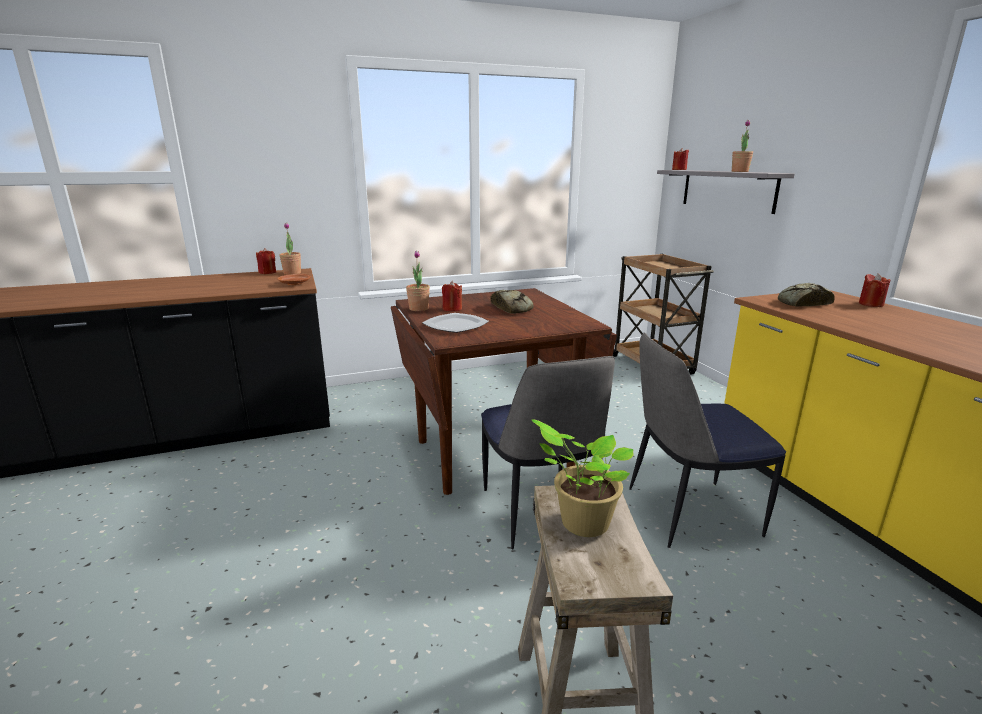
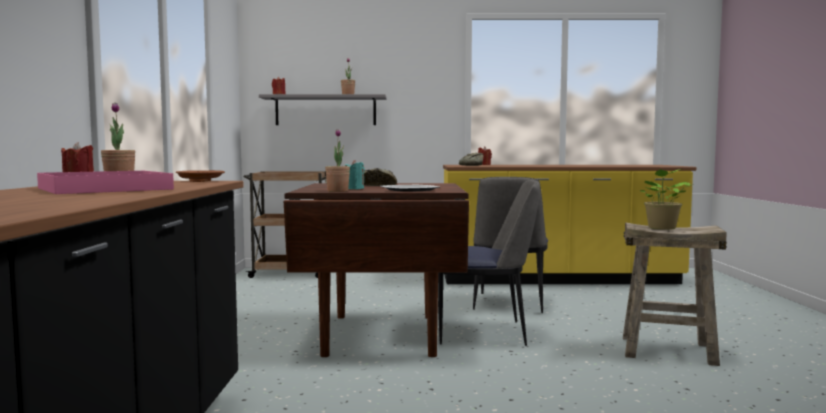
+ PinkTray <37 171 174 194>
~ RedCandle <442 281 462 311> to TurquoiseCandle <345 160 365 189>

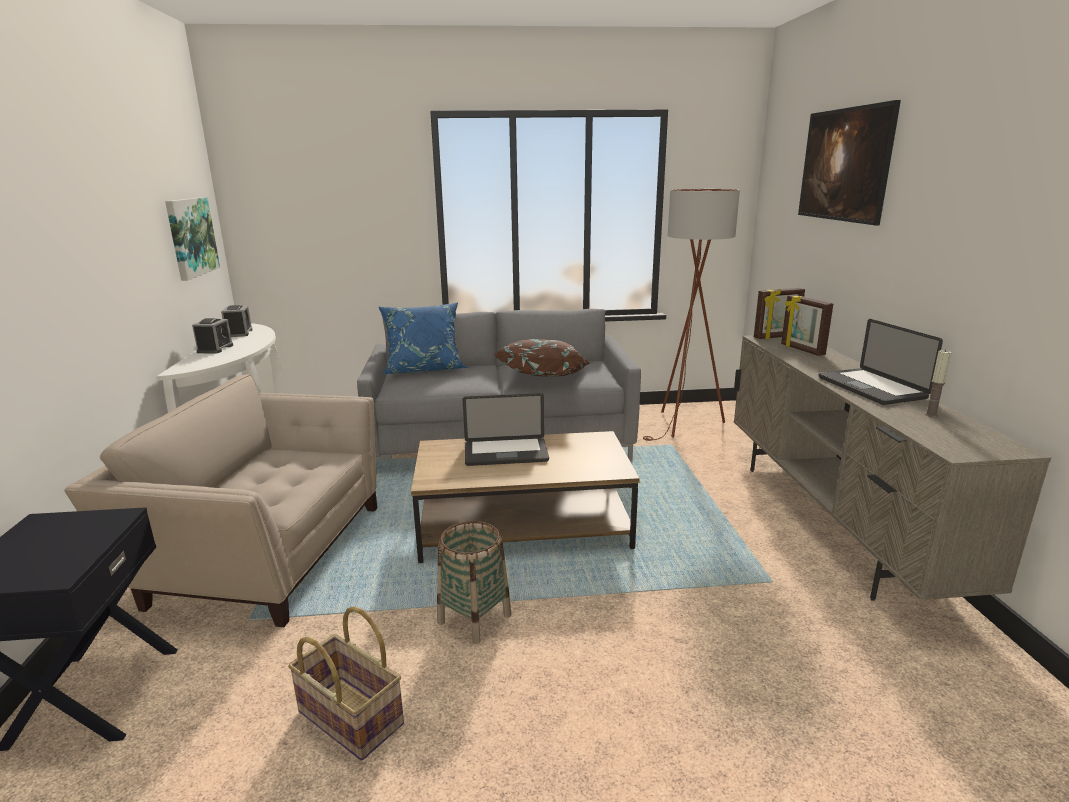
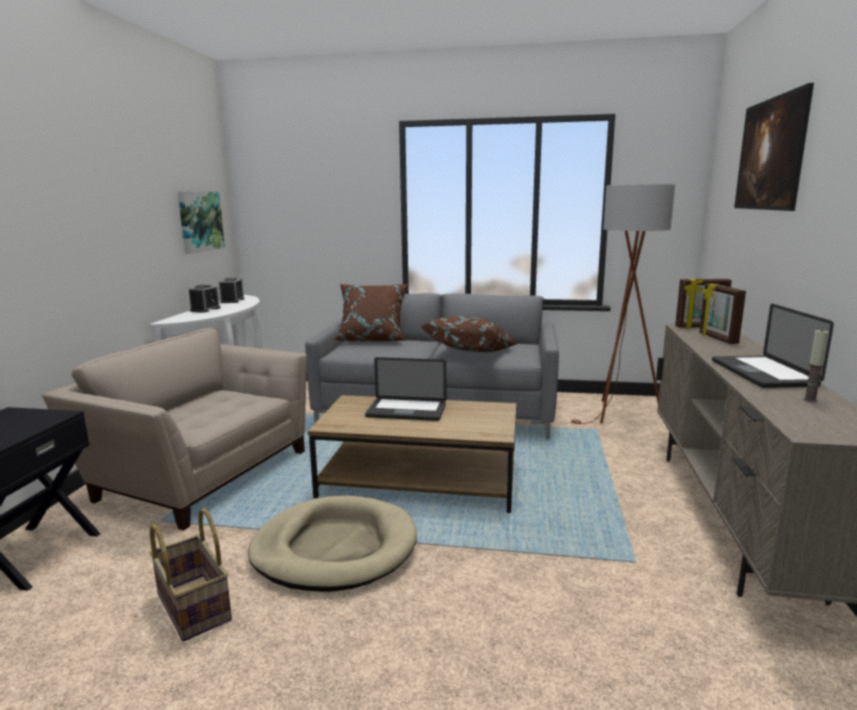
~ Basket <437 521 511 644> to BeigeDogBed <248 495 417 592>
~ BluePillow <378 303 468 374> to BrownPillow <334 284 408 341>

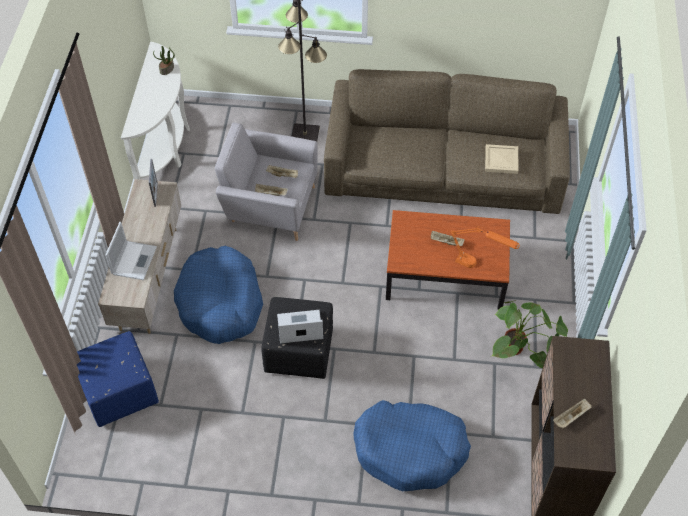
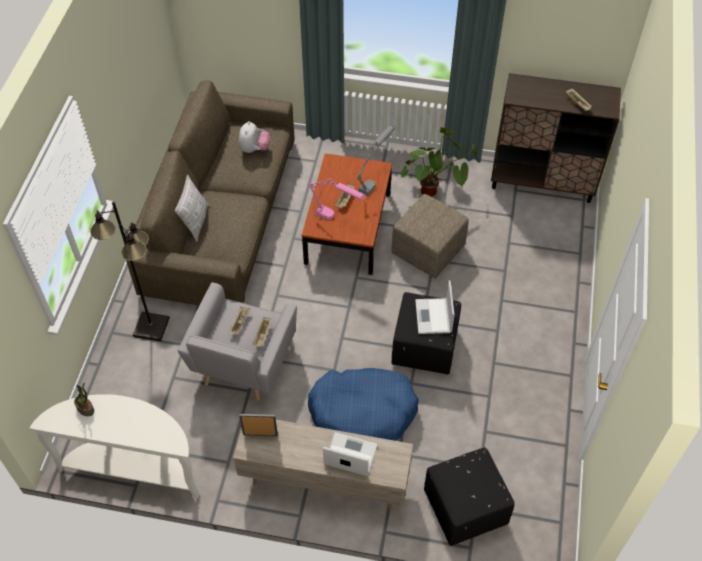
- BlueDogBed <353 400 471 491>
+ Pillow <175 175 209 242>
+ PinkTableLamp <308 179 365 220>
+ BeigeOttoman <391 194 469 279>
~ BeigeTray <485 144 519 174> to PlushToy <238 121 270 153>
~ BlueOttoman <77 331 159 427> to BlackOttoman <424 447 515 546>
~ OrangeTableLamp <451 227 520 268> to GreyTableLamp <357 125 395 196>

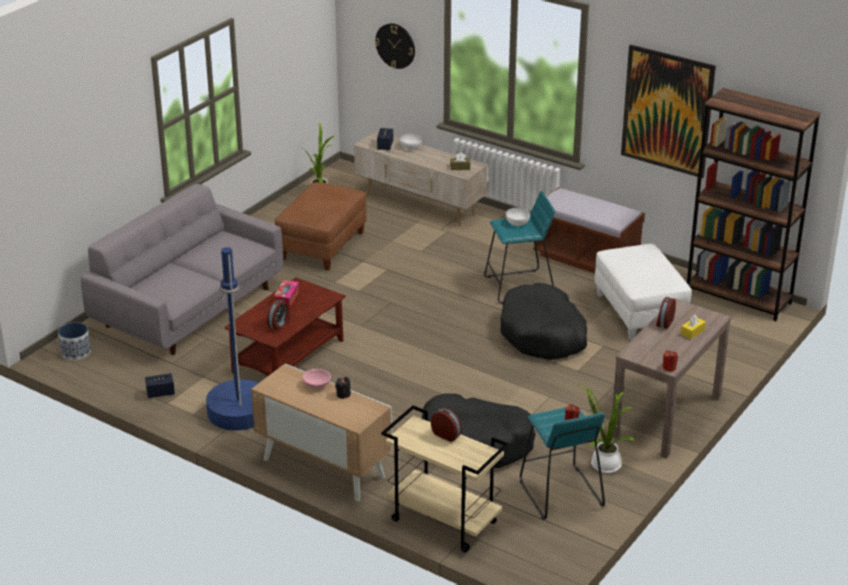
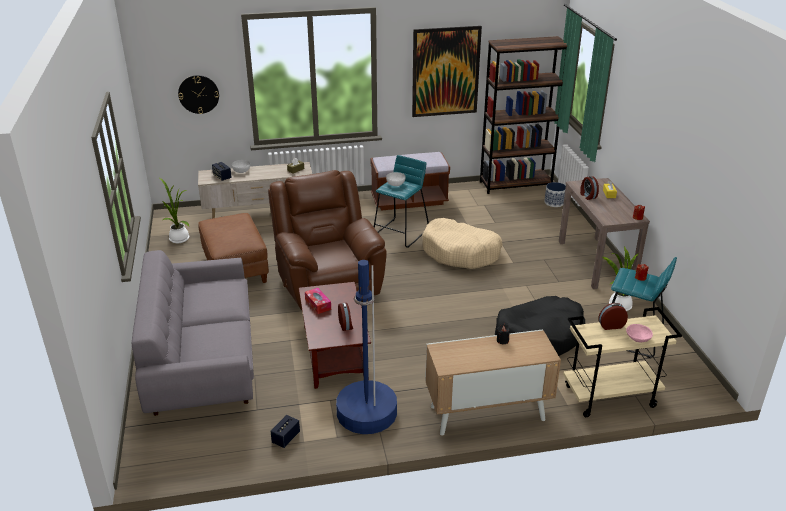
- WhiteOttoman <595 244 691 340>
+ BrownArmchair <268 170 387 310>
~ Planter <58 322 91 360> to <544 182 566 207>
~ PinkBowl <303 369 331 388> to <626 324 653 342>
~ BlackDogBed <501 283 587 360> to BeigeDogBed <422 218 503 269>

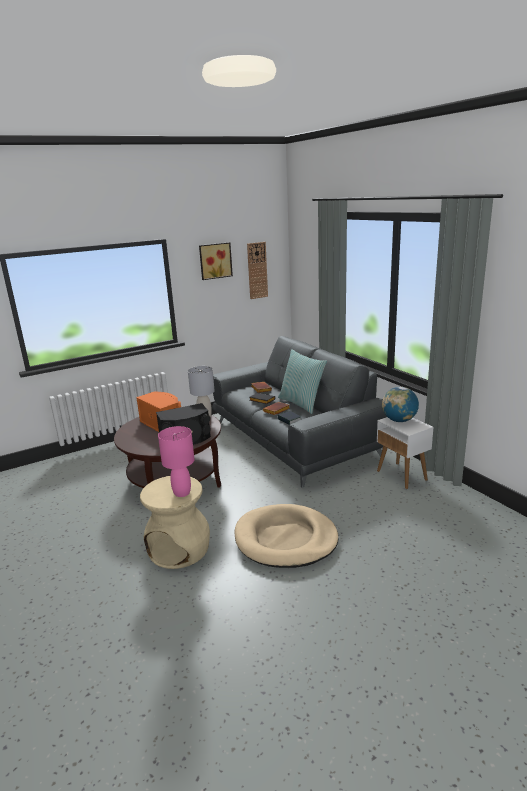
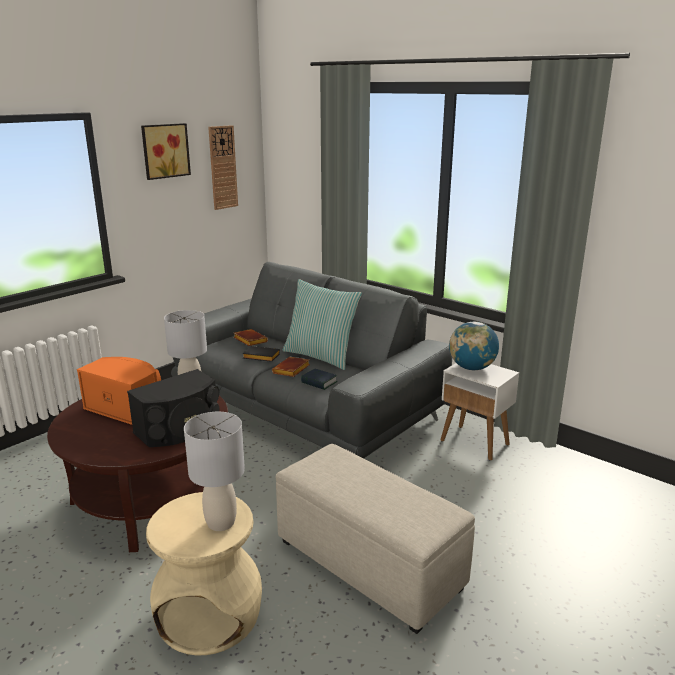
~ BeigeDogBed <234 504 339 568> to BeigeOttoman <276 444 475 634>
~ PinkTableLamp <158 426 195 497> to GreyTableLamp <184 412 245 531>

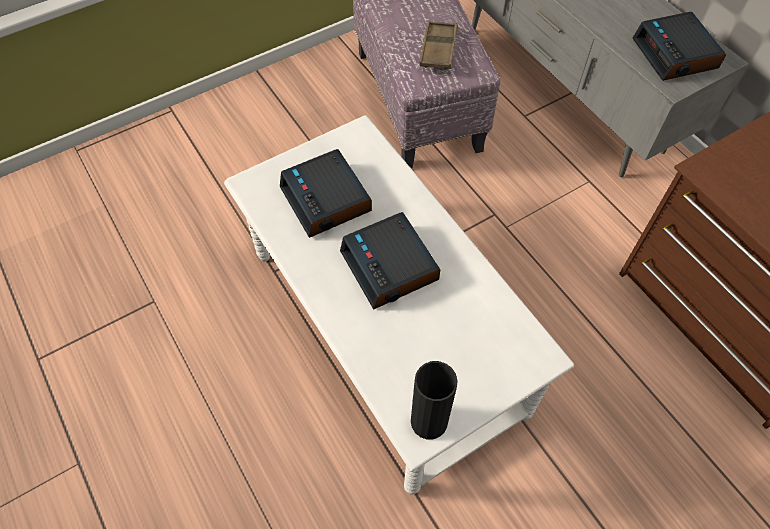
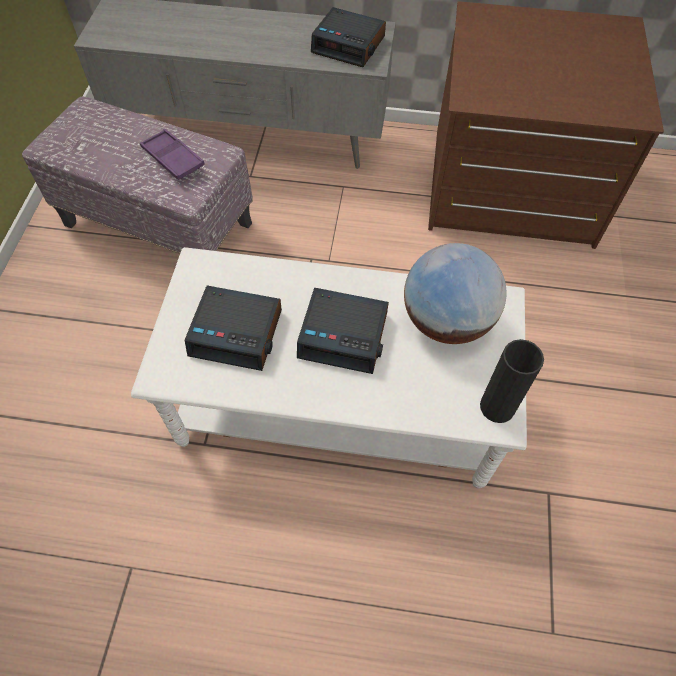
+ Globe <404 243 506 344>
~ BrownTray <419 21 457 70> to PurpleTray <140 129 205 180>

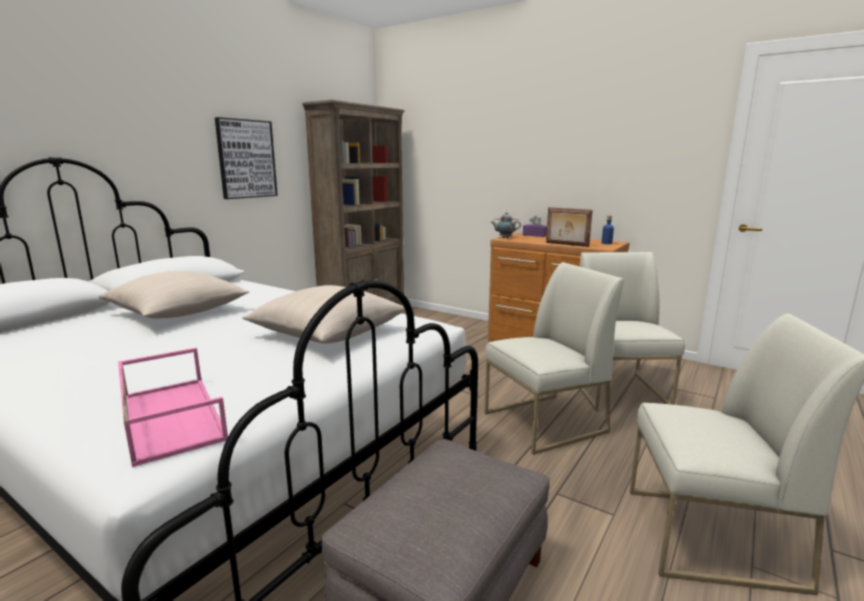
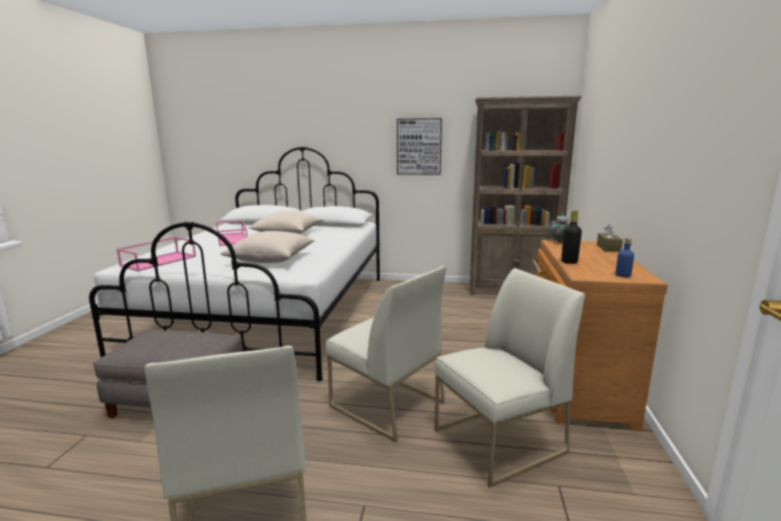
+ PinkTray <216 220 248 246>
~ PictureFrame <546 207 593 247> to BlackBottle <561 210 582 264>
~ PurpleTissueBox <523 216 547 237> to BrownTissueBox <597 224 623 252>

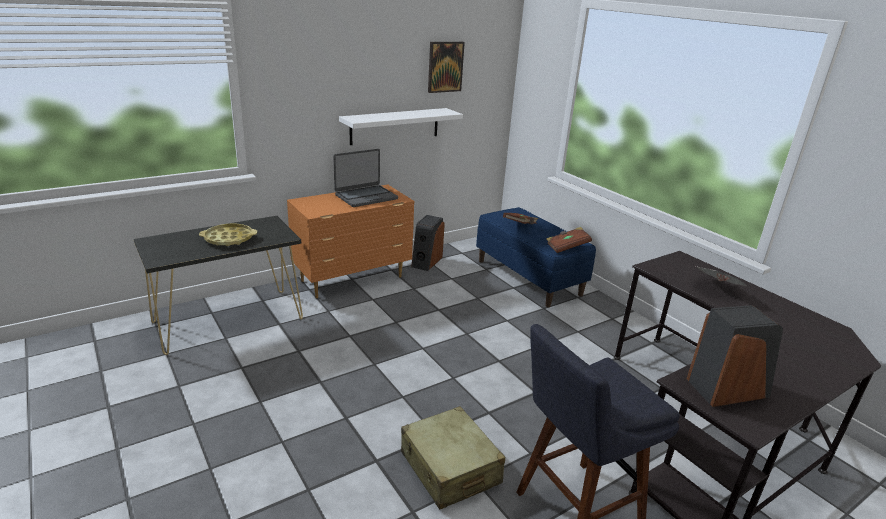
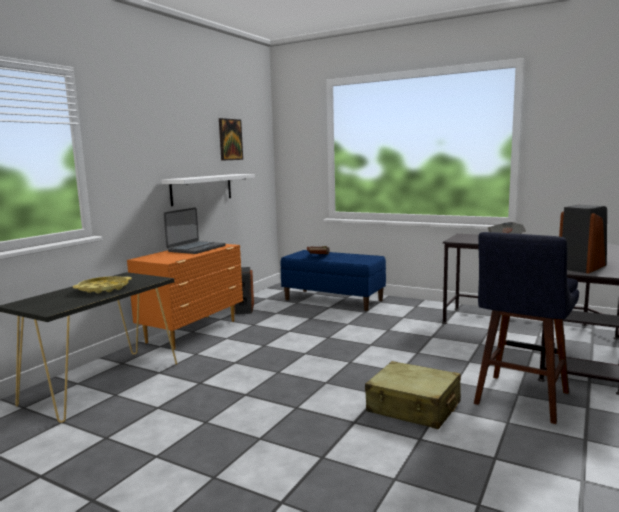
- BrownBook <546 227 592 253>

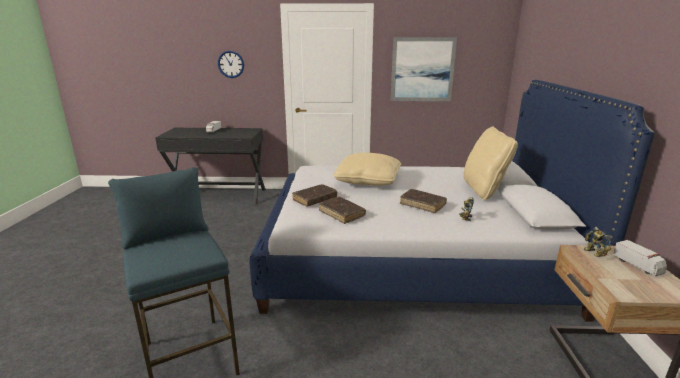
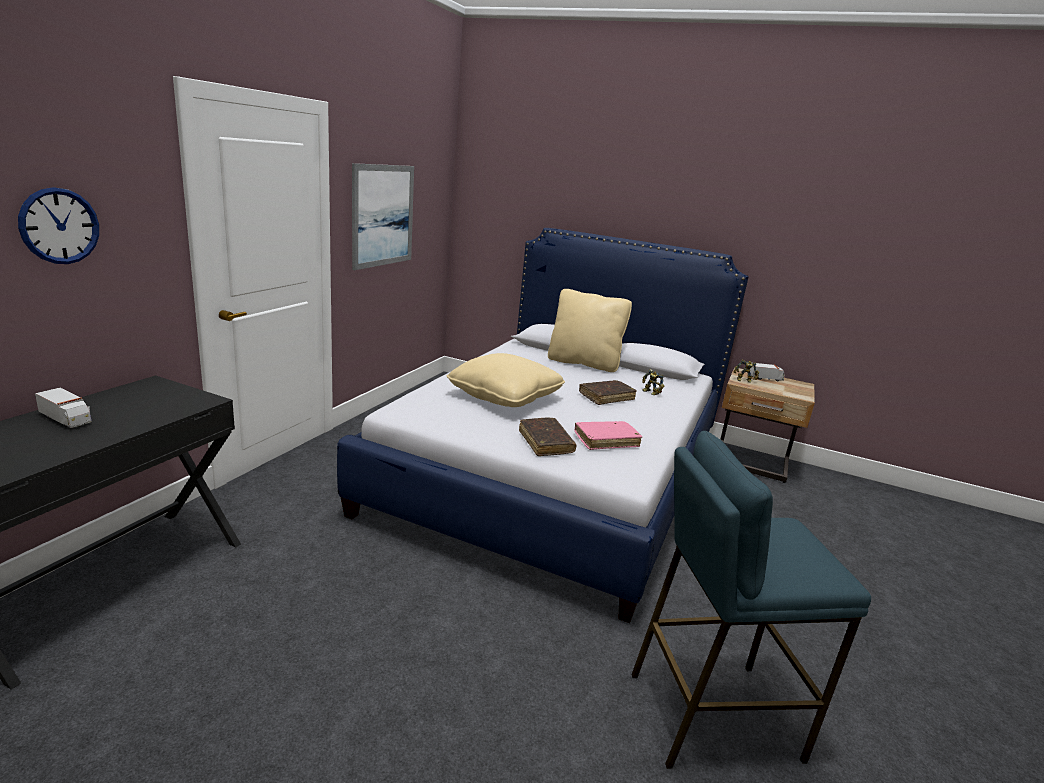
~ BrownBook <319 196 366 224> to PinkBook <574 421 642 450>

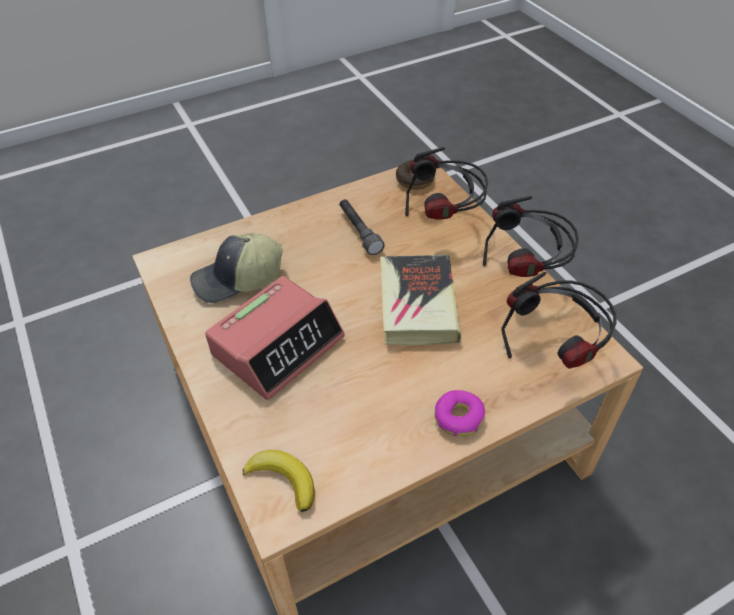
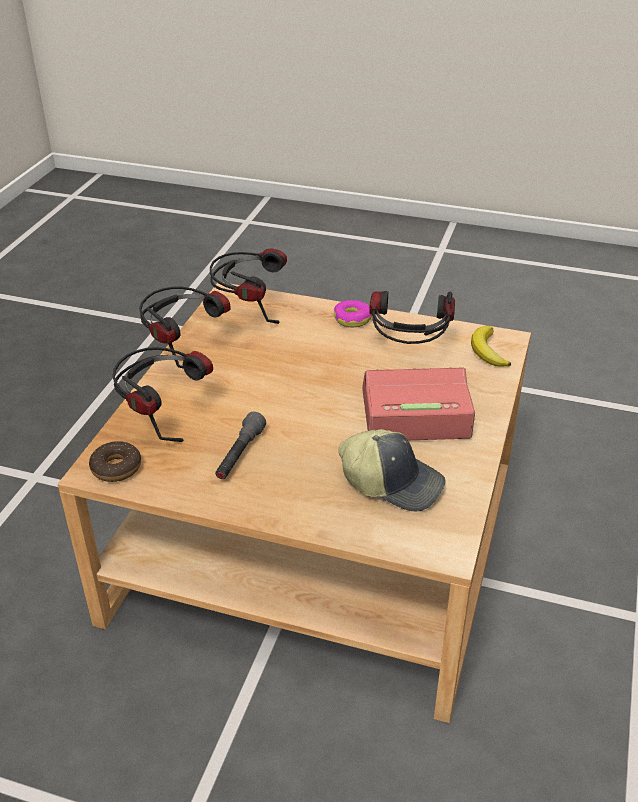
- Book <381 255 461 345>
+ Headphones <369 291 455 344>

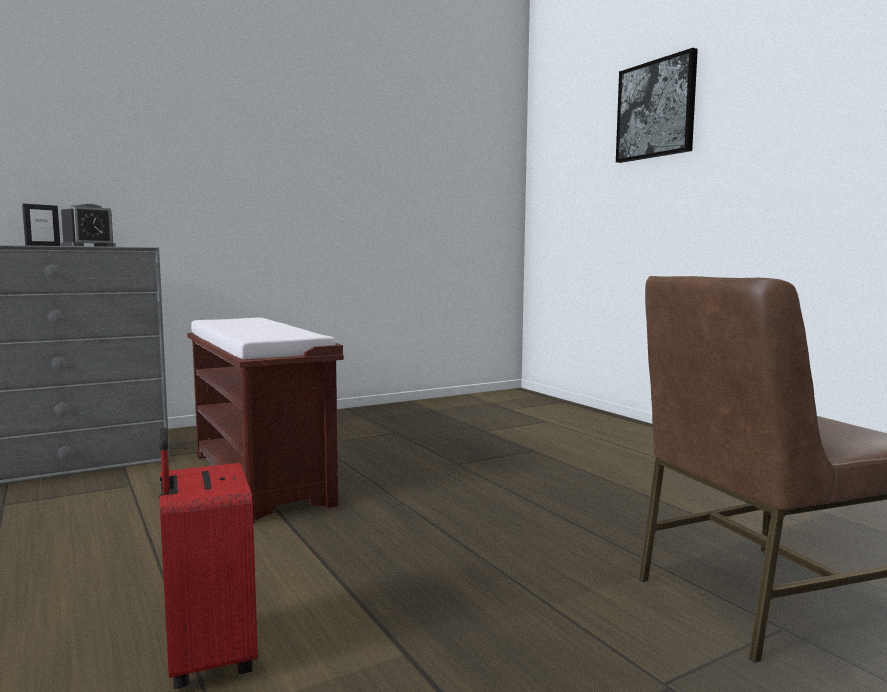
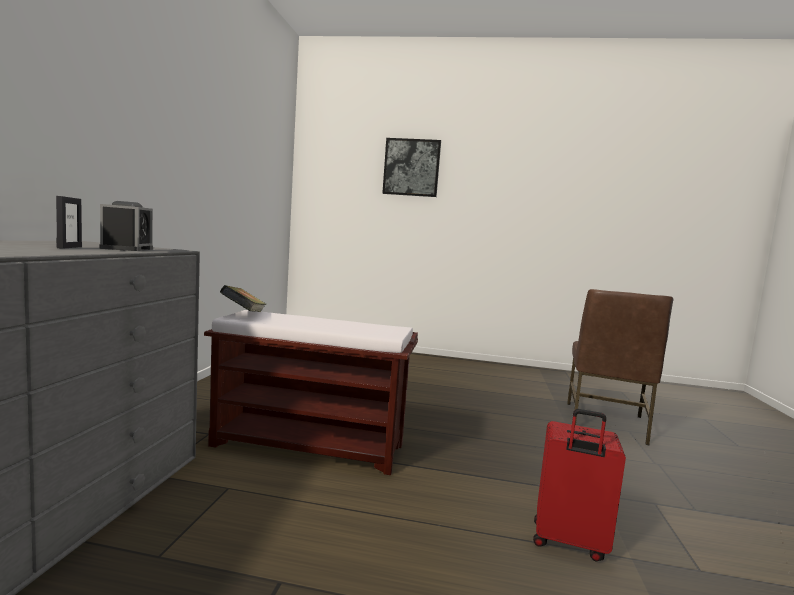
+ Book <220 285 266 312>

